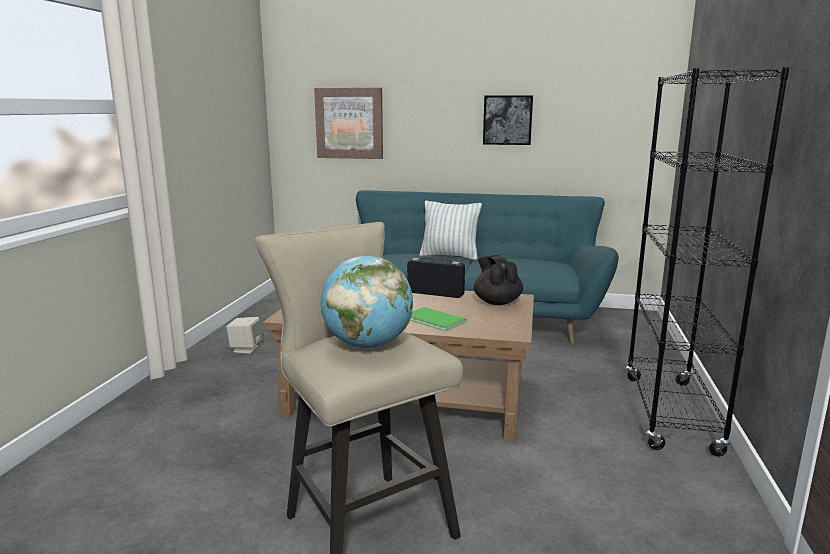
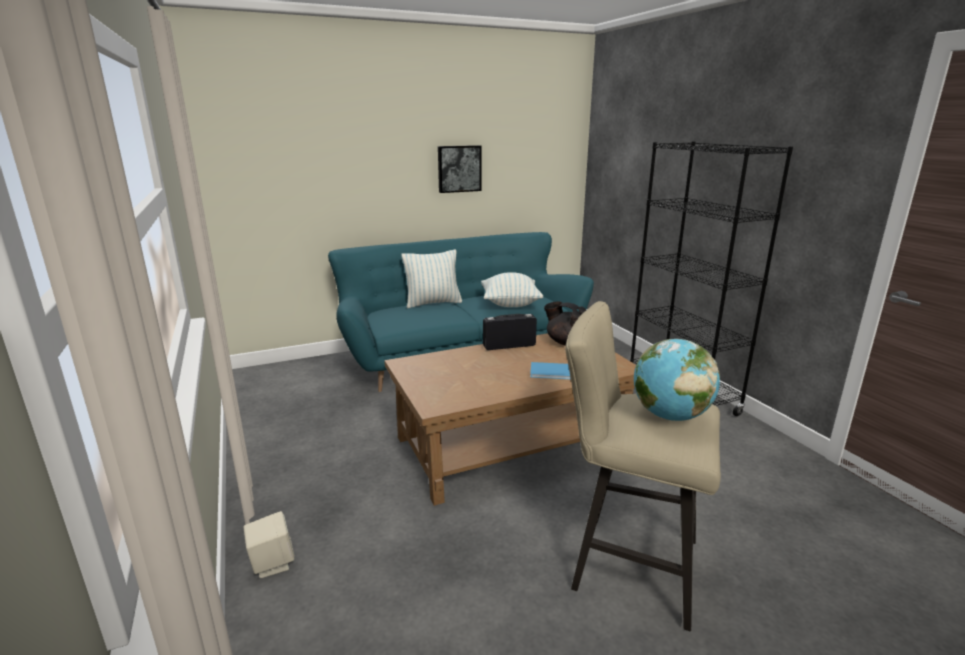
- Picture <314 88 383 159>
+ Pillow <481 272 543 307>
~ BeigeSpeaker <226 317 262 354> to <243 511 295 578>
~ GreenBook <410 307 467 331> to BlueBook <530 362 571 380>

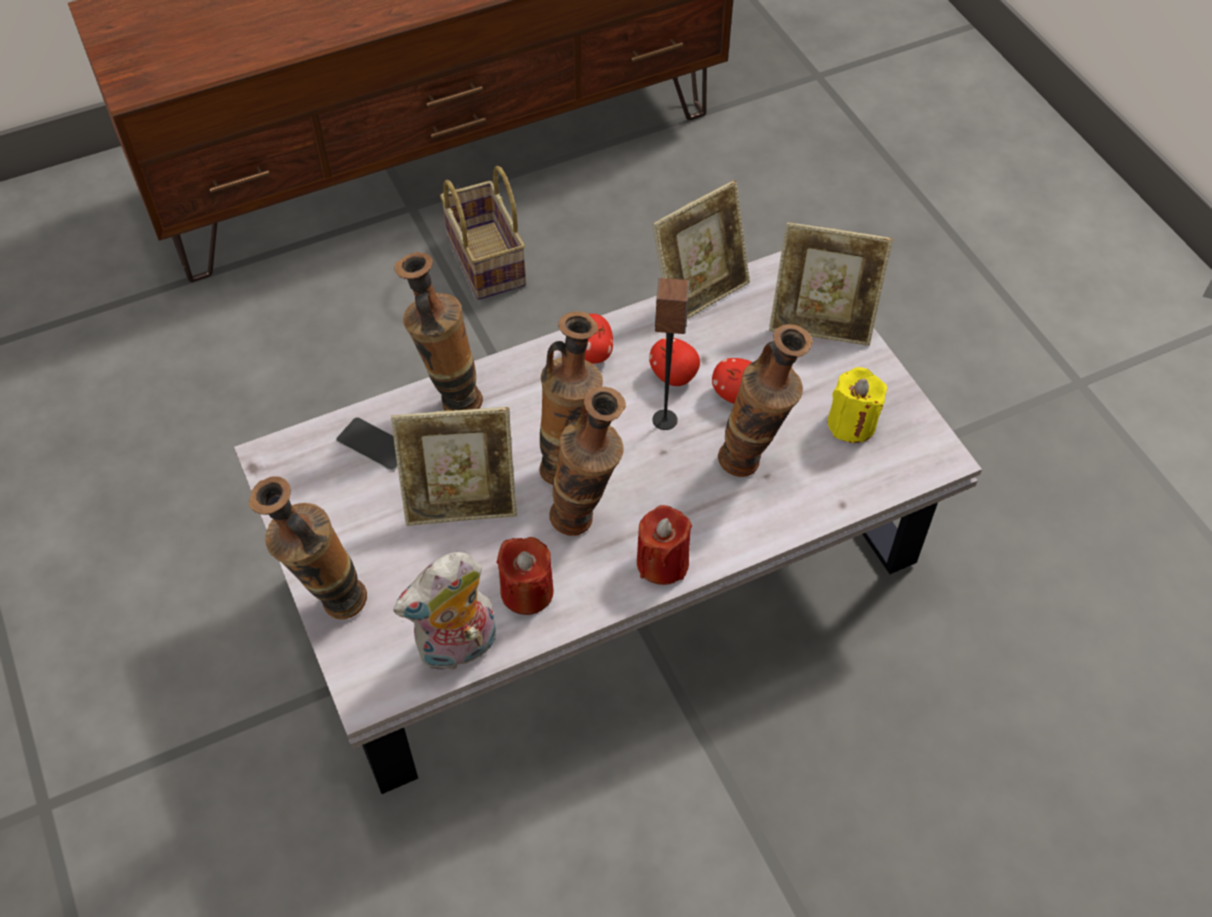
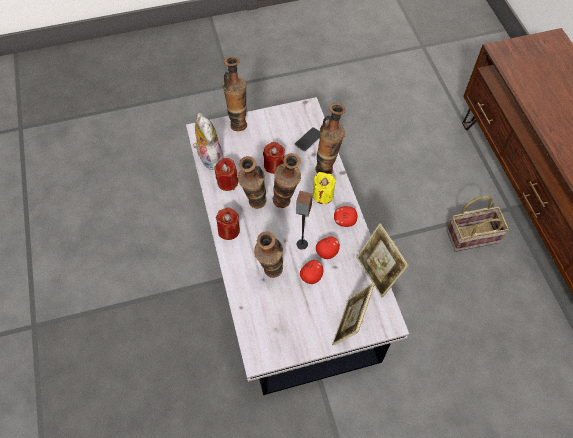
~ YellowCandle <828 367 887 443> to <313 172 335 204>
~ PictureFrame <391 407 517 526> to RedCandle <263 142 285 174>

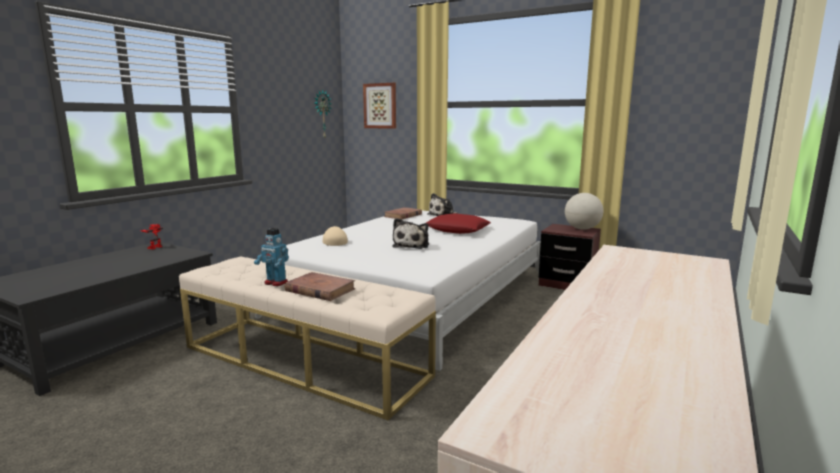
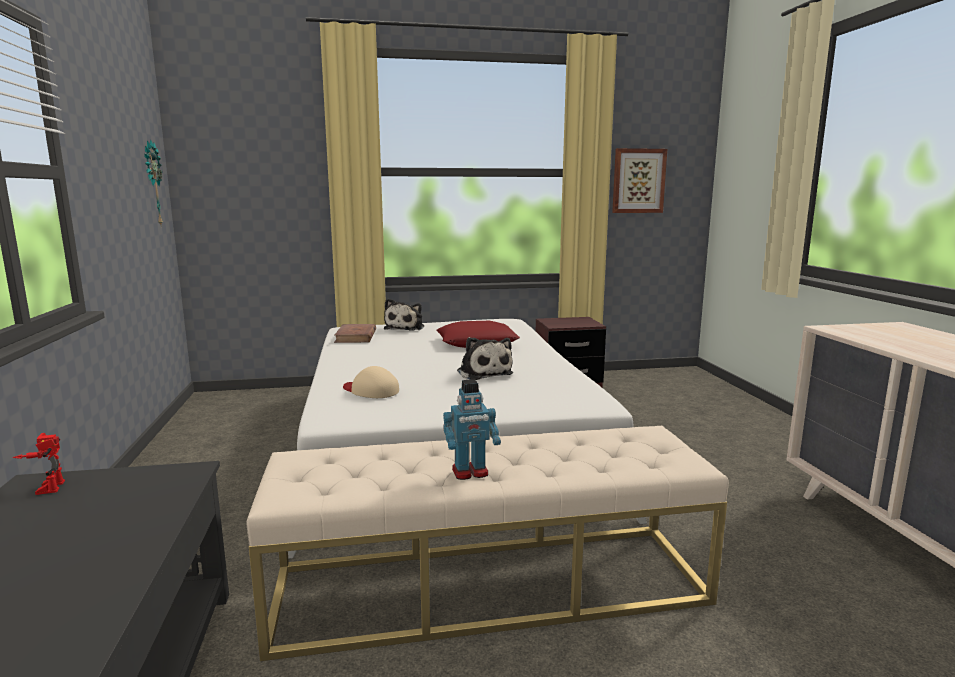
- BrownBook <285 272 355 301>
- Globe <565 193 603 230>
~ Picture <363 83 396 129> to <612 148 667 213>

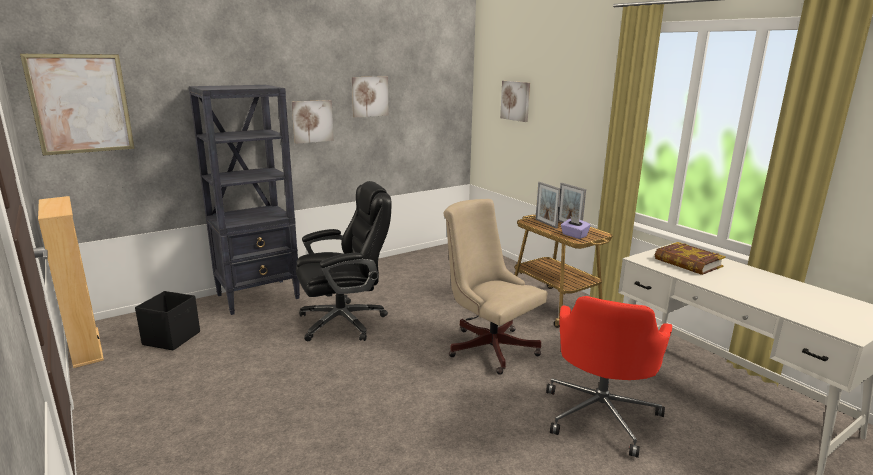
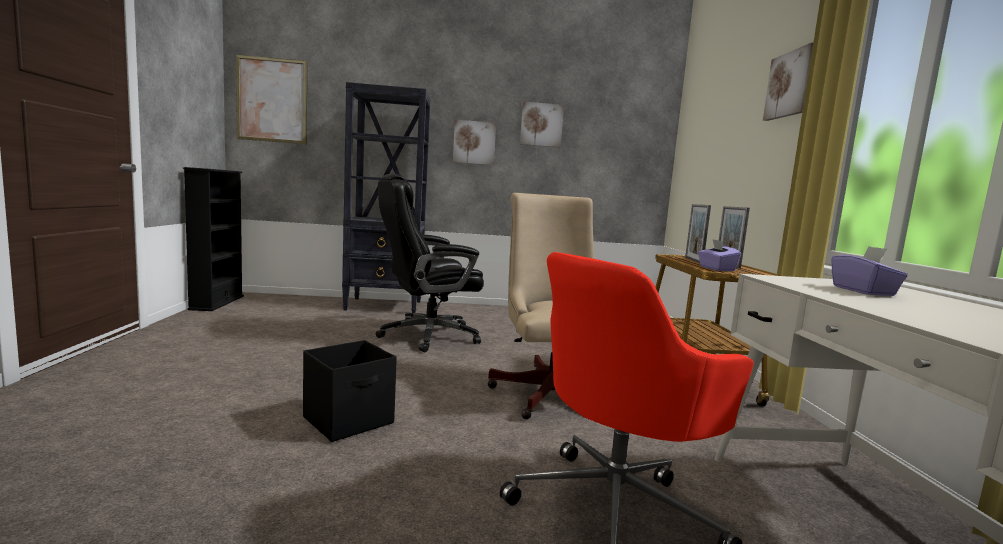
~ BlackStorageBox <135 291 200 351> to <303 340 397 442>
~ Picture <500 81 530 122> to <763 42 813 121>
~ Book <655 242 726 275> to PurpleTissueBox <831 246 908 296>
~ BeigeBookcase <38 196 104 368> to BlackBookcase <183 167 244 311>
~ BlackOfficeChair <296 181 391 341> = <376 174 484 352> 150 degrees clockwise

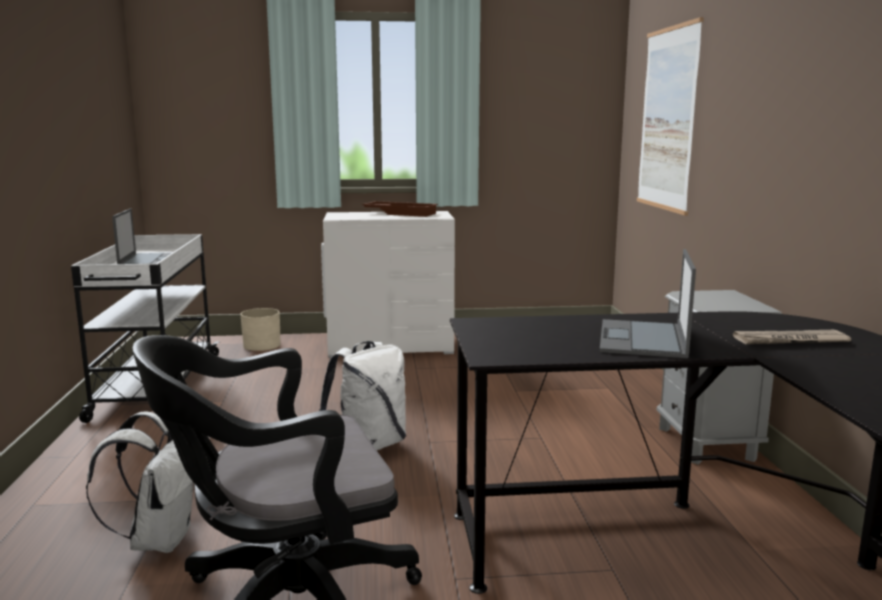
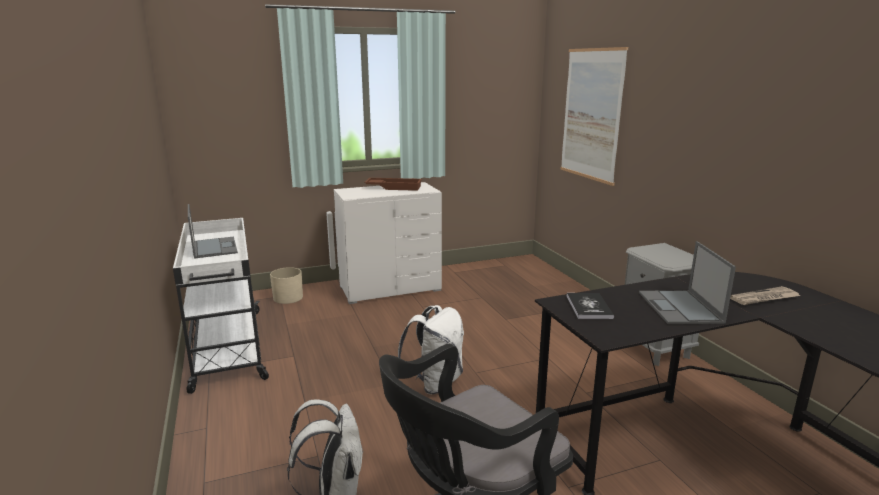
+ Book <566 293 614 319>

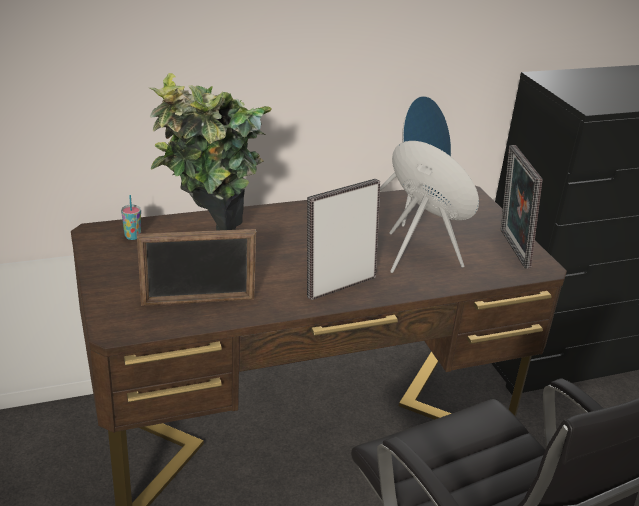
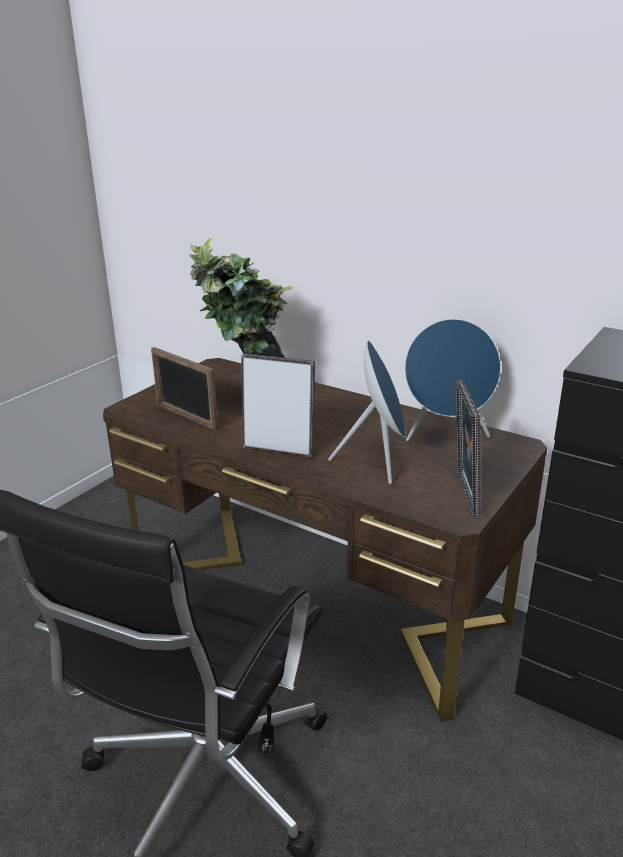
- Cup <121 195 141 240>
~ PictureFrame <501 145 542 269> = <456 380 481 517> 45 degrees counterclockwise

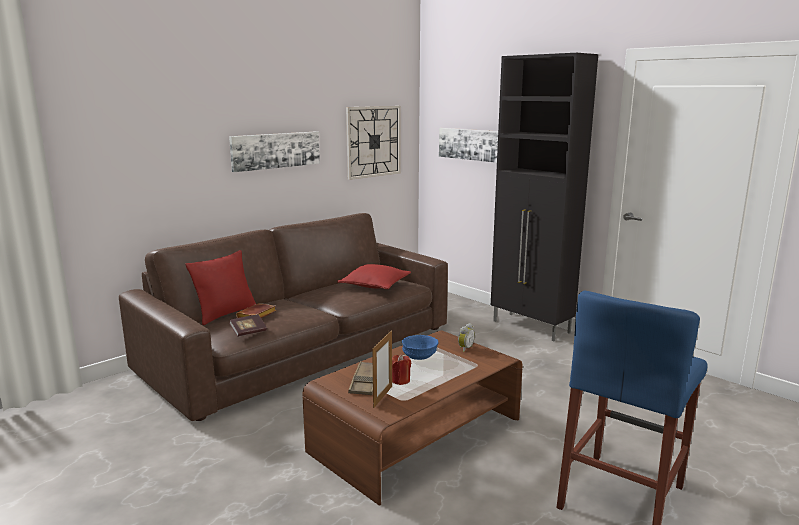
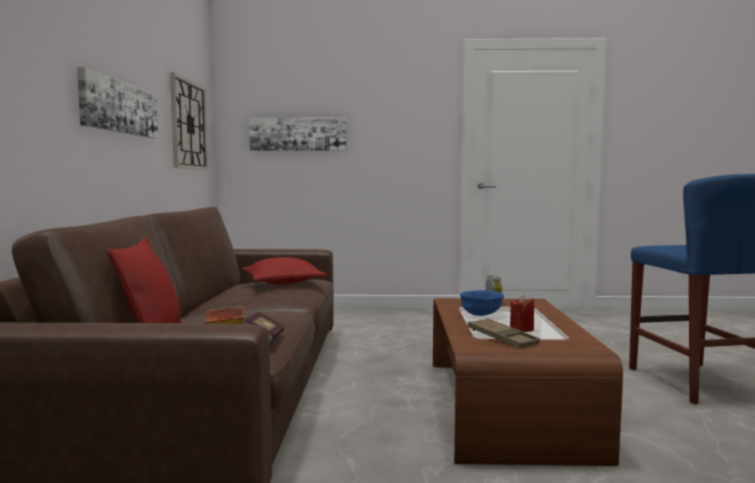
- PictureFrame <372 330 392 408>
- BlackCabinet <491 53 598 341>

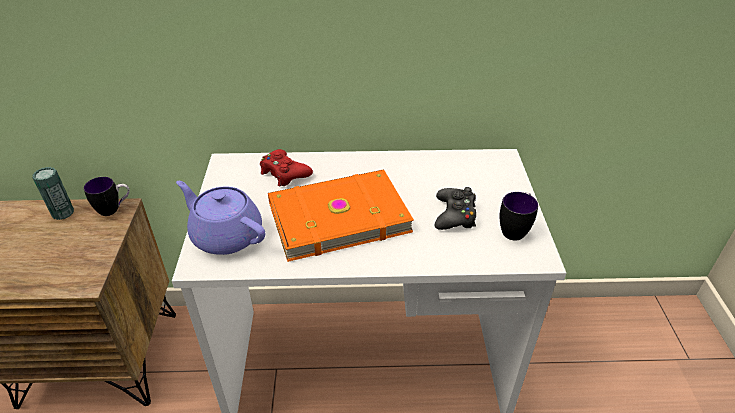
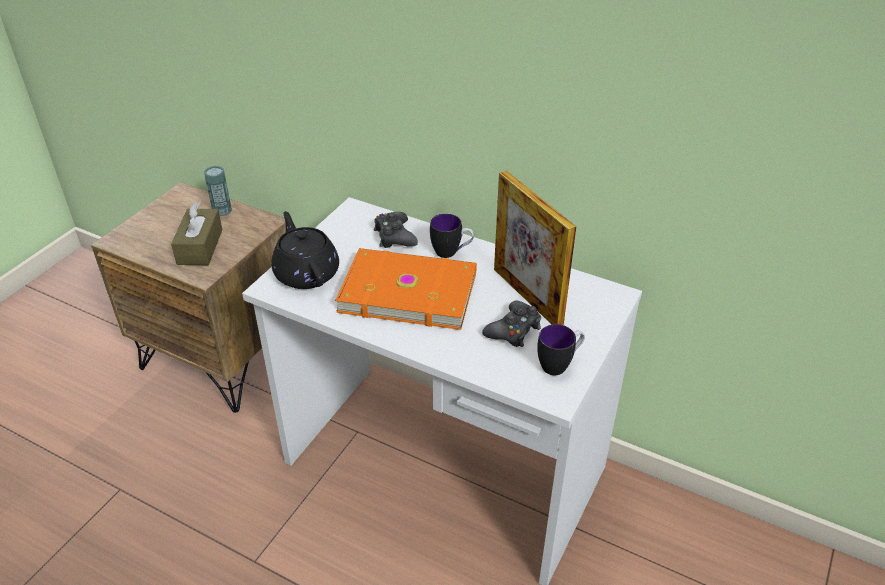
+ BrownTissueBox <171 202 222 265>
+ PictureFrame <494 171 576 325>
~ Mug <84 177 129 216> to <430 214 474 258>
~ PurpleTeapot <176 181 265 255> to BlackTeapot <271 211 339 289>
~ RedGameController <260 149 313 187> to BlackGameController <374 212 418 248>

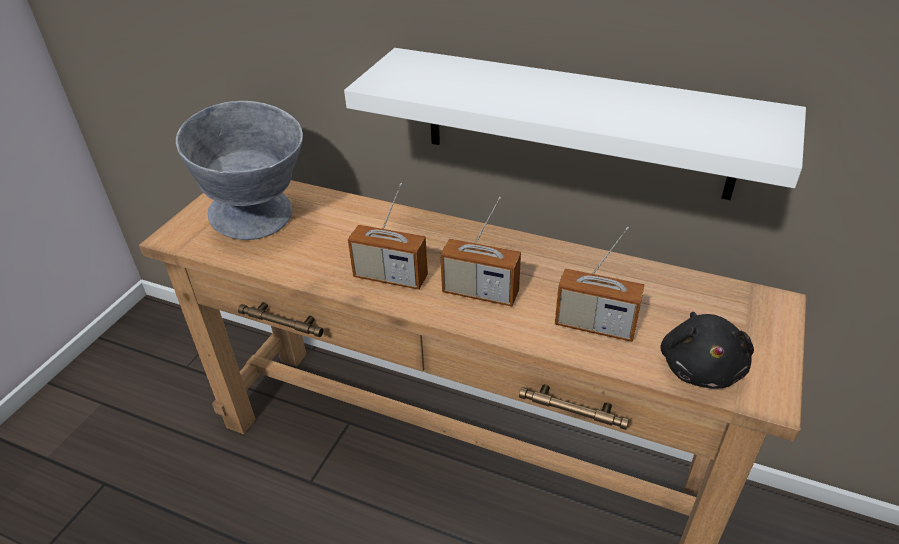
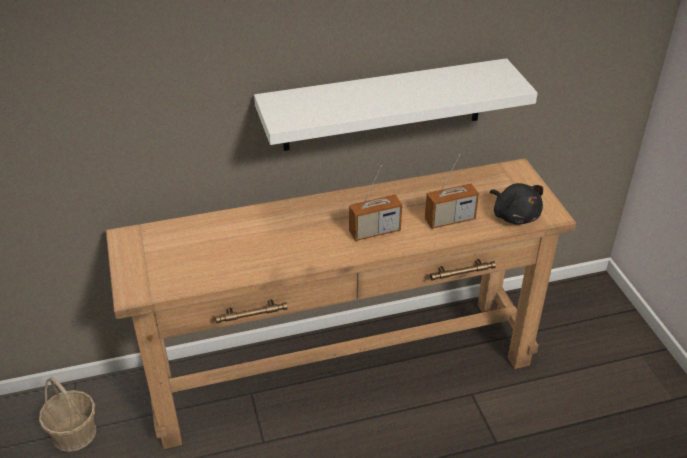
- GreyBowl <176 101 303 240>
- Radio <348 183 428 290>
+ Basket <39 377 96 452>

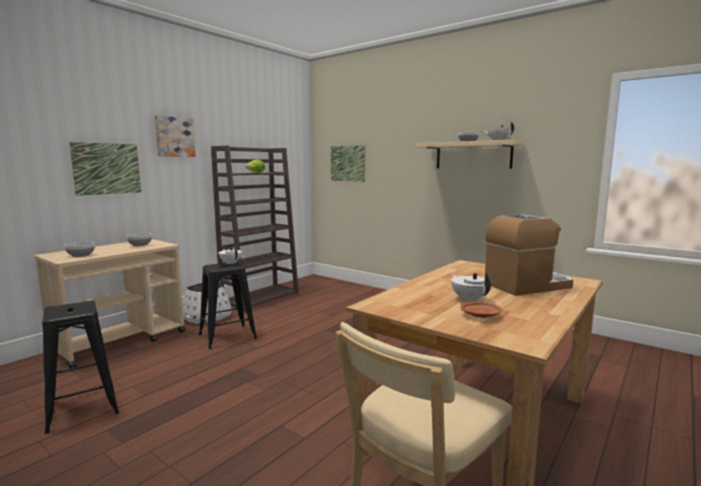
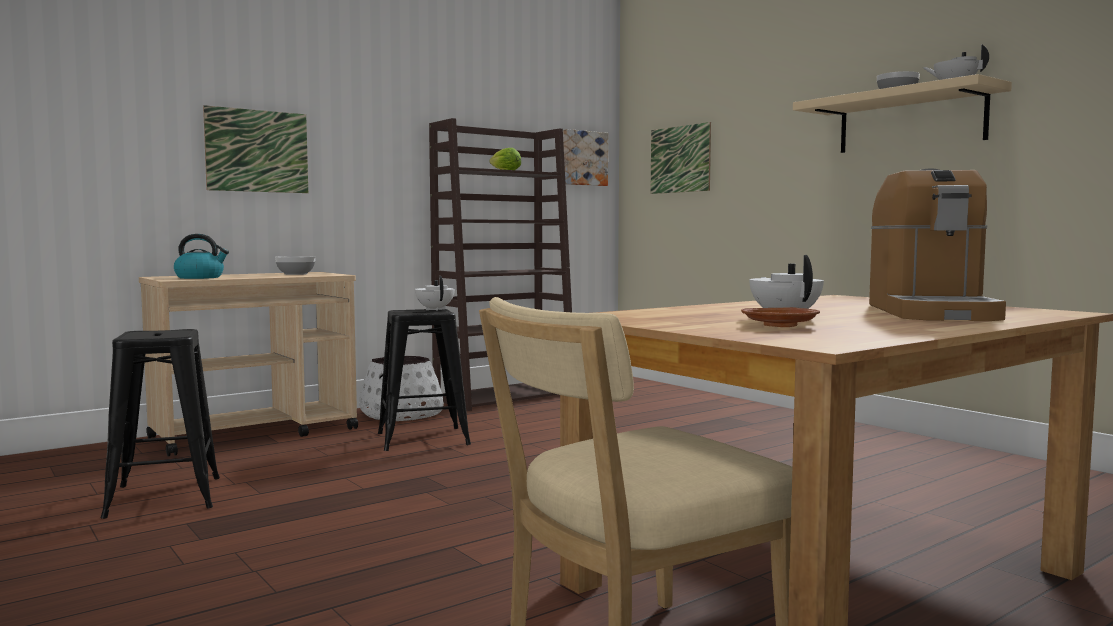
~ Picture <155 115 196 157> to <563 129 608 186>
~ Bowl <64 242 95 257> to Kettle <174 234 229 279>
~ CoffeeMachine <485 214 573 296> = <869 168 1006 321> 105 degrees clockwise

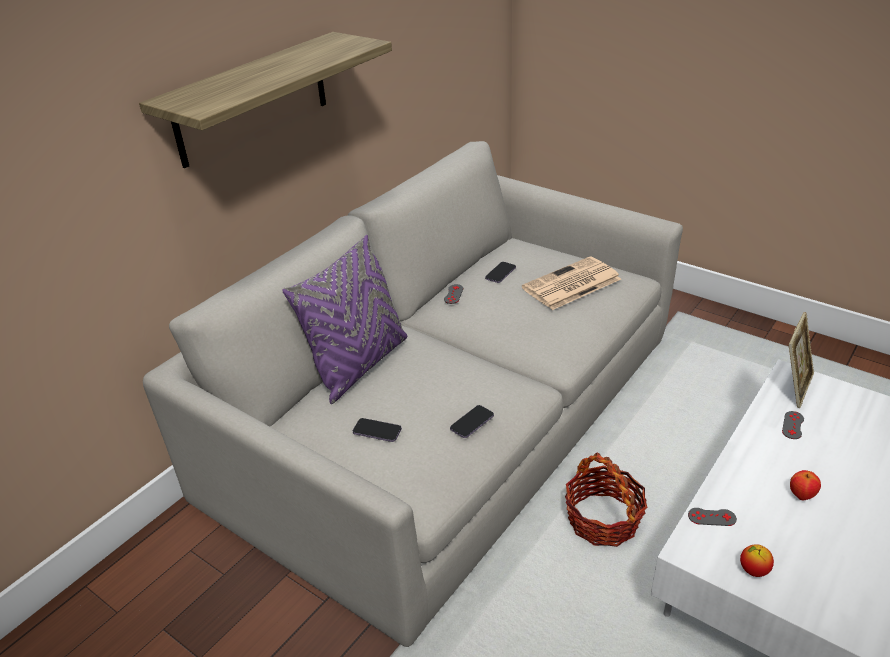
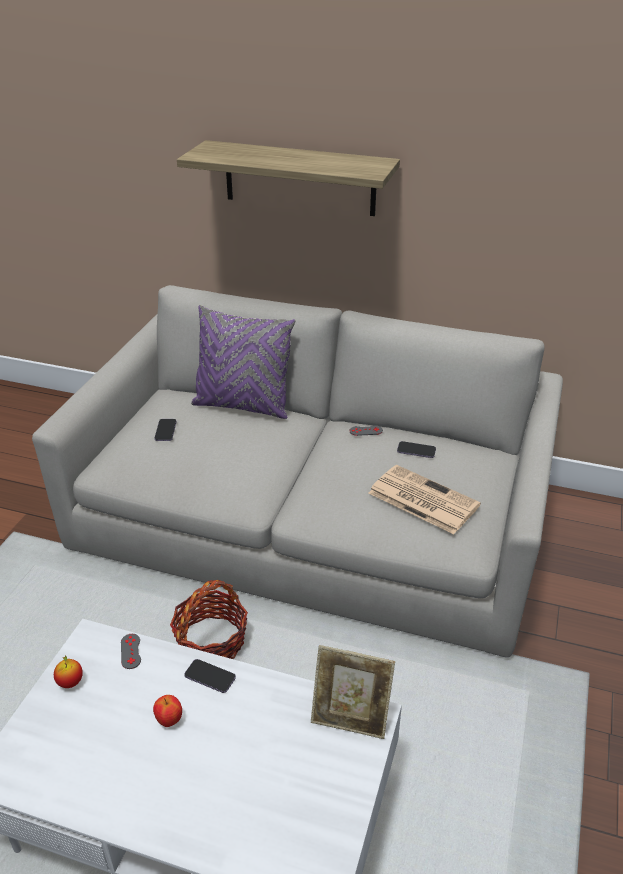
- GreyGameController <782 411 804 439>
~ Phone <450 405 494 438> to <184 659 236 693>

